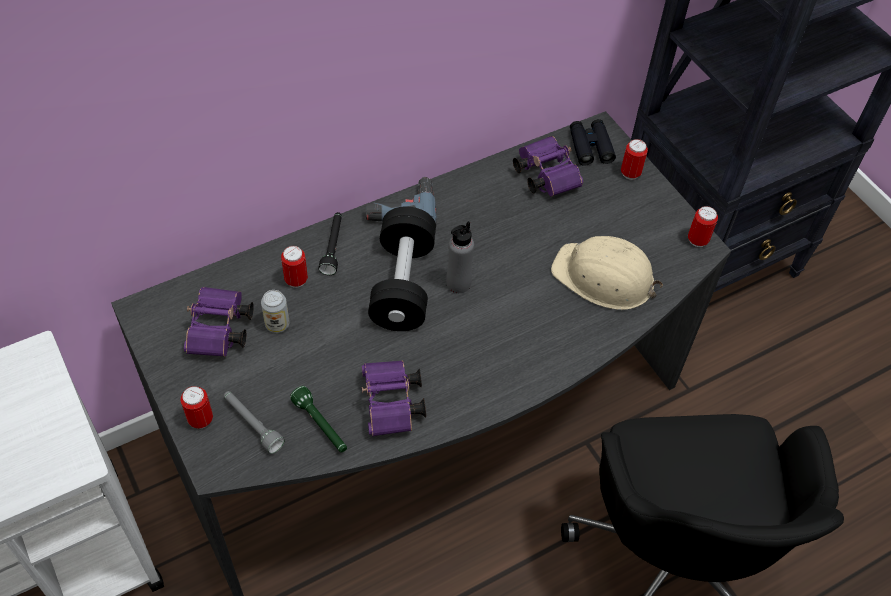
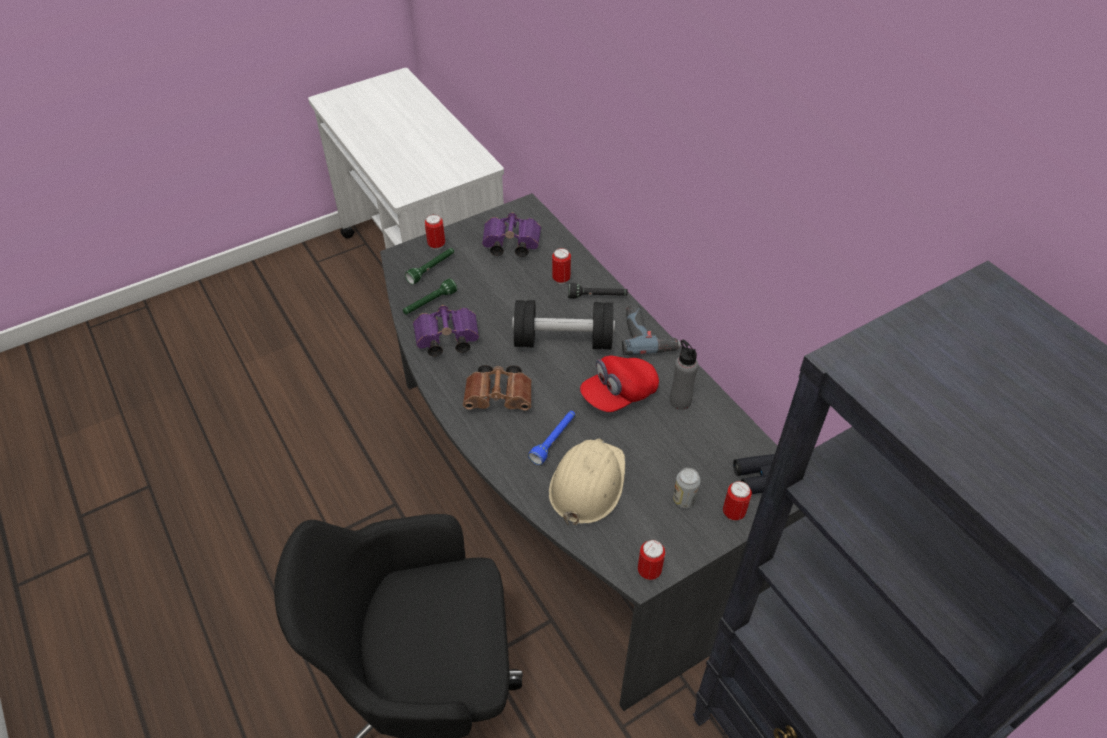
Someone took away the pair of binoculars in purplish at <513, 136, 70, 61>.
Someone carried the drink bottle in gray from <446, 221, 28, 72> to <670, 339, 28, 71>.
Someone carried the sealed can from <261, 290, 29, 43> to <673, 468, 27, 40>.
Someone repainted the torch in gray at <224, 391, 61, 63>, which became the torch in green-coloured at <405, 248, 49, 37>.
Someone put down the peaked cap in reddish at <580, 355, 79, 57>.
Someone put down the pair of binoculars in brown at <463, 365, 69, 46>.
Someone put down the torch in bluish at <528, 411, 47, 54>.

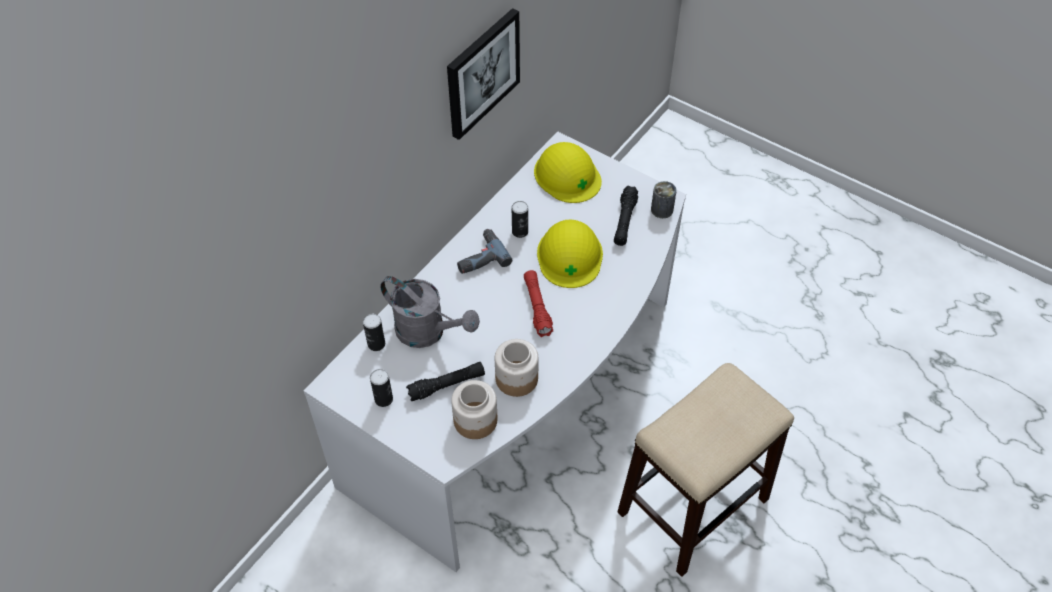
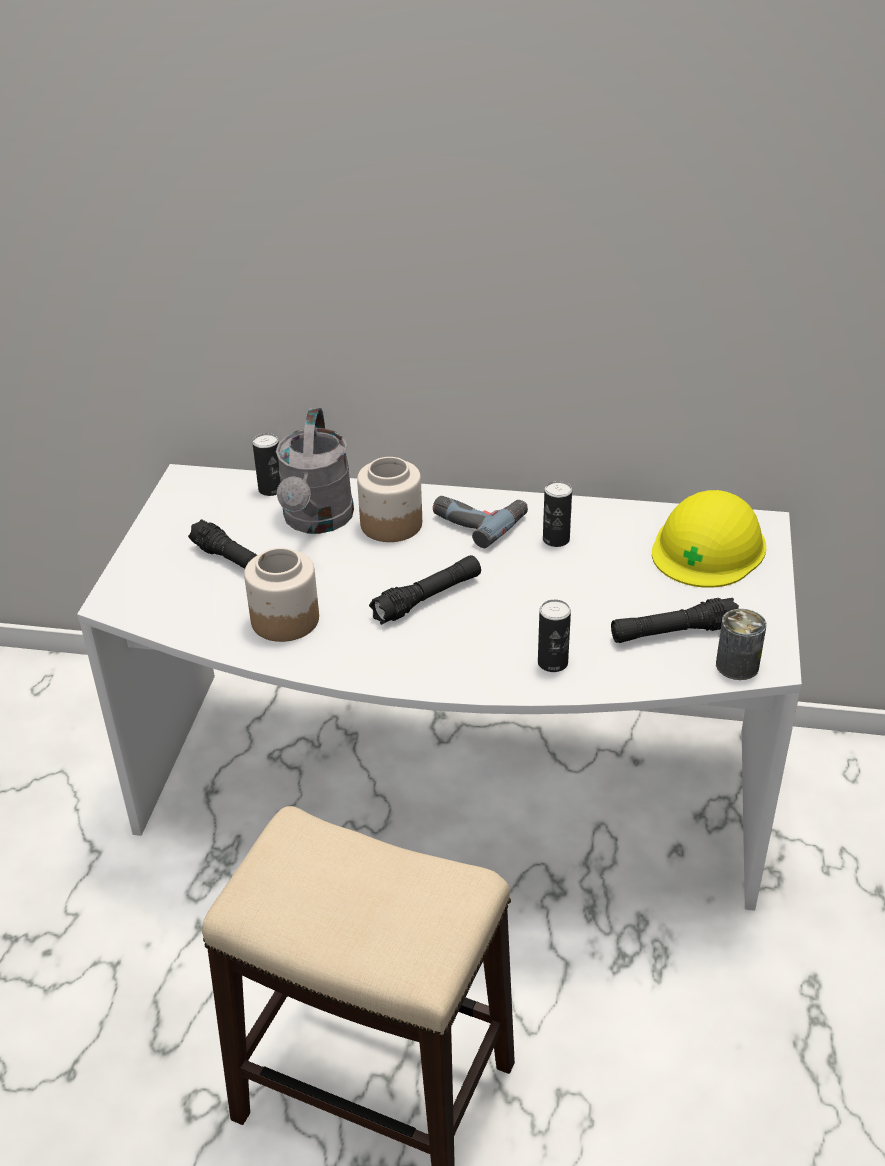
Someone took away the picture at <447, 8, 73, 132>.
Someone took away the hard hat in yellowish at <537, 219, 66, 69>.
Someone repainted the torch in reddish at <524, 270, 29, 67>, which became the torch in black at <369, 555, 112, 70>.
Someone carried the sealed can from <370, 369, 23, 38> to <538, 599, 33, 73>.
Someone carried the storage jar from <451, 380, 47, 59> to <357, 457, 65, 85>.

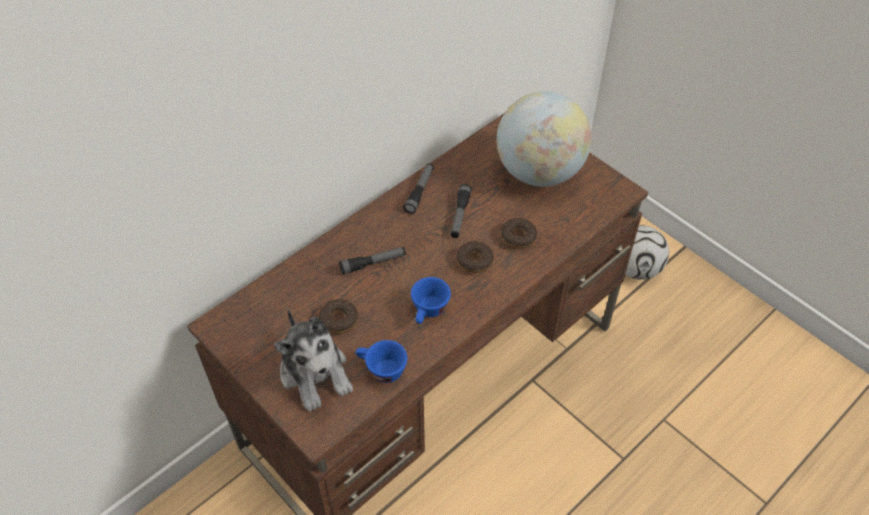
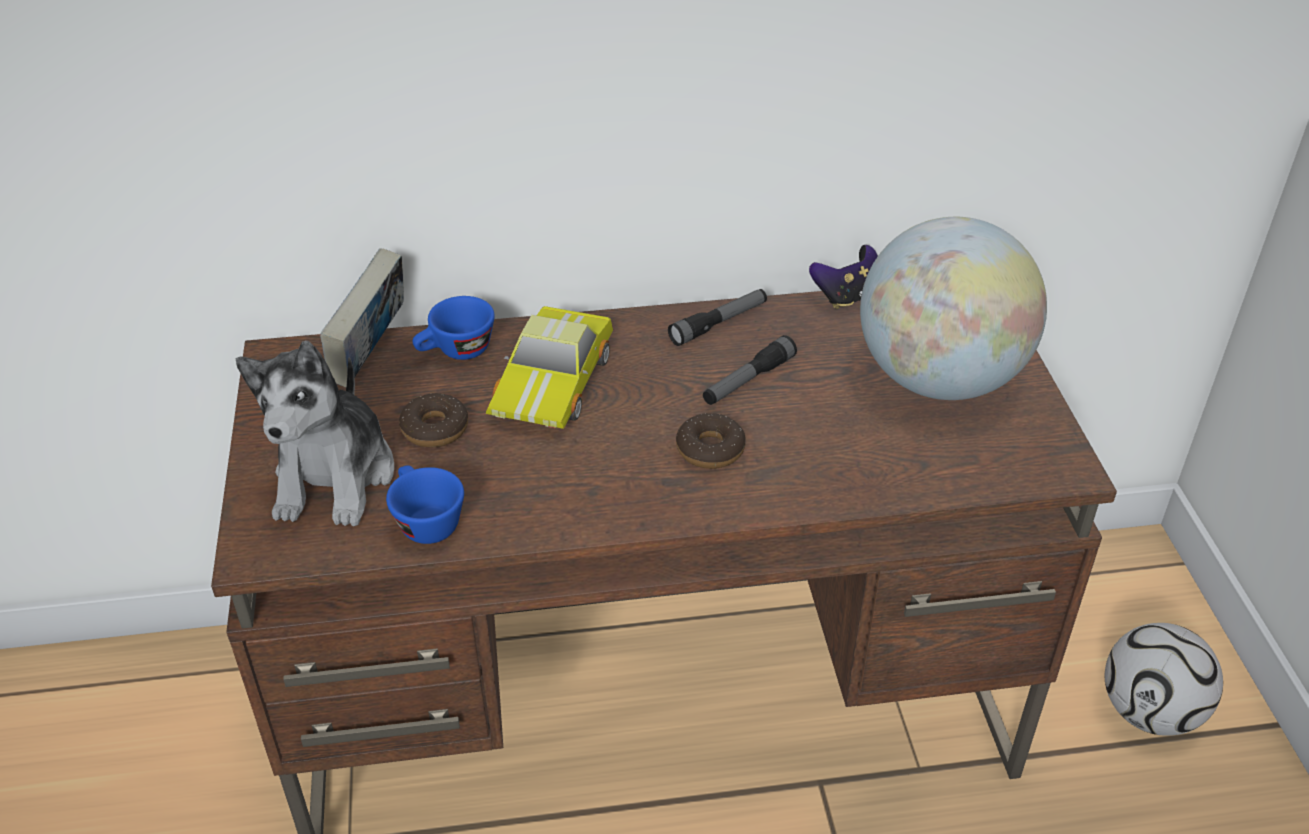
Someone took away the doughnut at <501, 218, 36, 31>.
Someone swapped the torch at <339, 247, 67, 27> for the toy car at <486, 306, 127, 123>.
Someone carried the small cup in bluish from <411, 277, 40, 47> to <413, 296, 82, 64>.
Someone put down the game controller at <809, 245, 69, 64>.
Someone put down the book at <320, 248, 84, 139>.

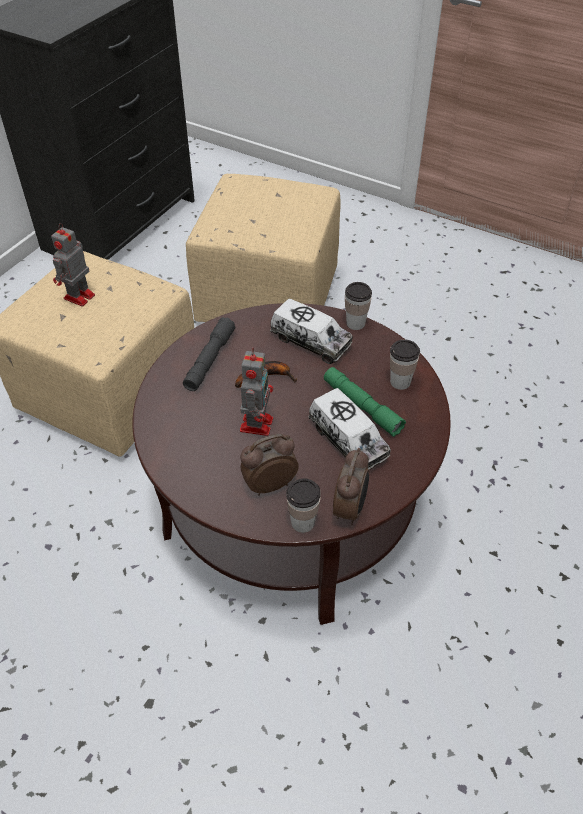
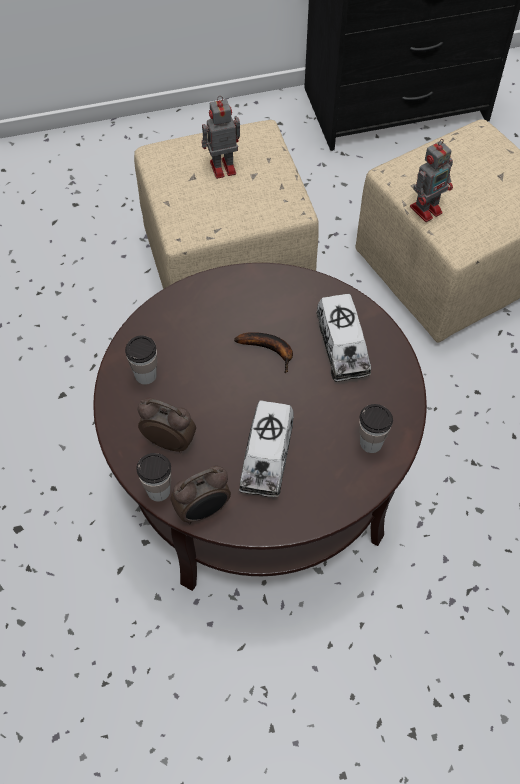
Someone carried the small cup from <345, 282, 27, 48> to <125, 335, 32, 50>.
Someone took away the torch in gray at <183, 317, 53, 74>.
Someone carried the model robot from <240, 348, 33, 88> to <410, 139, 43, 83>.
Someone took away the torch in green-coloured at <324, 367, 82, 70>.

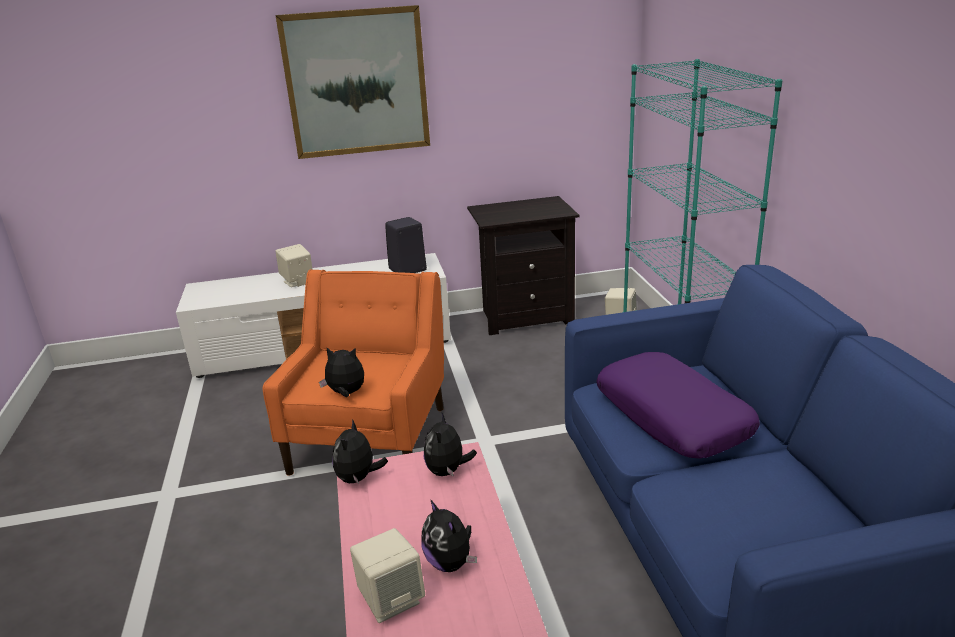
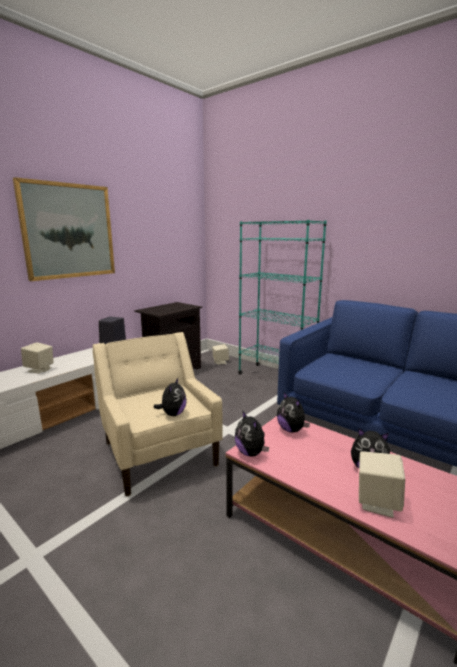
Someone repainted the armchair in orange-coloured at <263, 269, 181, 207>, which became the armchair in beige at <93, 332, 130, 164>.
Someone rotated the soft toy at <319, 347, 45, 50> by 135 degrees clockwise.
Someone took away the throw pillow in purplish at <597, 352, 163, 107>.

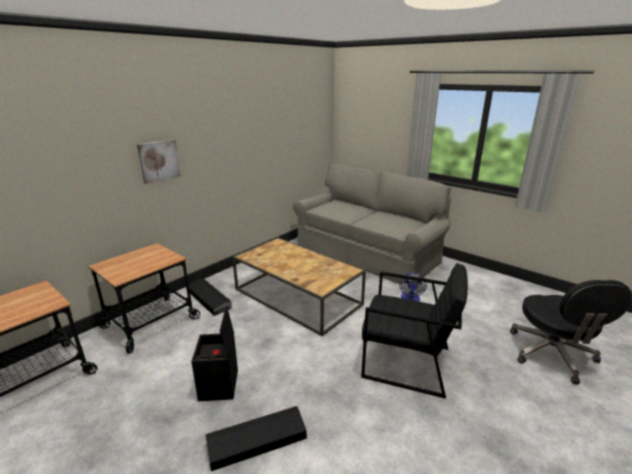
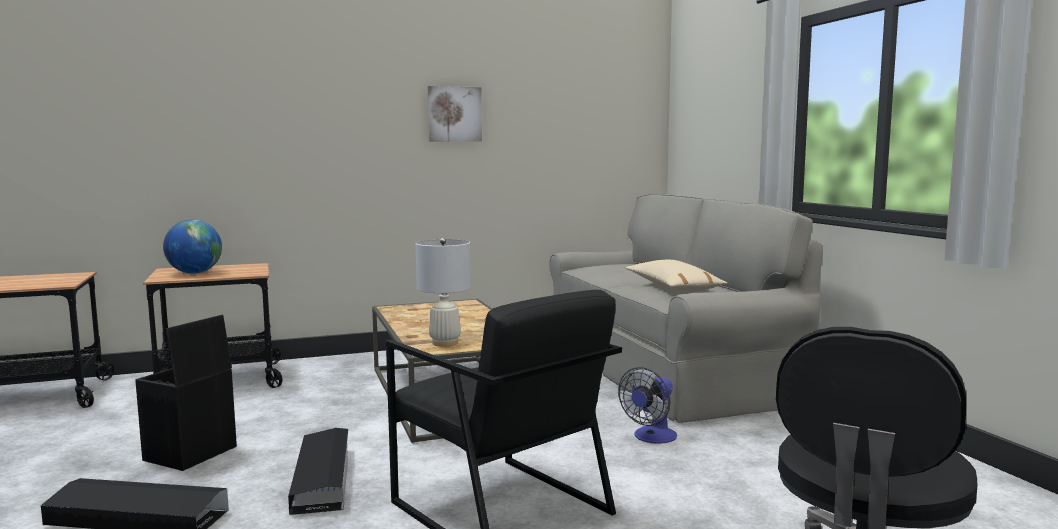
Someone carried the picture from <137, 139, 44, 45> to <428, 86, 54, 56>.
Someone carried the storage bin in black from <188, 278, 44, 38> to <288, 428, 60, 87>.
Someone put down the world globe at <163, 220, 59, 54>.
Someone put down the table lamp in white-coloured at <416, 238, 55, 109>.
Someone put down the throw pillow in beige at <625, 260, 102, 32>.

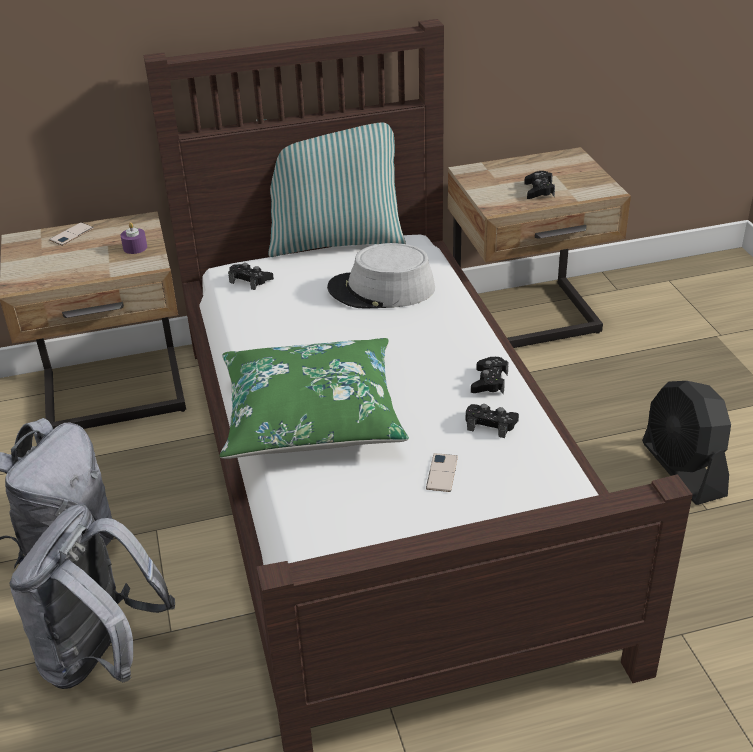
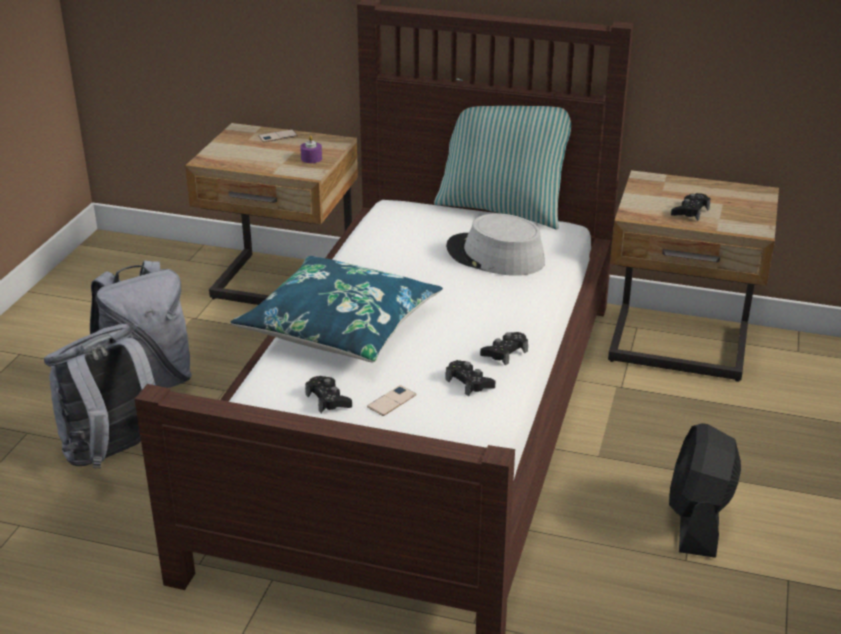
Someone carried the game controller in black from <228, 263, 46, 27> to <305, 376, 47, 37>.
Someone repainted the throw pillow in green-coloured at <220, 338, 189, 121>, which became the throw pillow in bluish at <230, 256, 213, 106>.

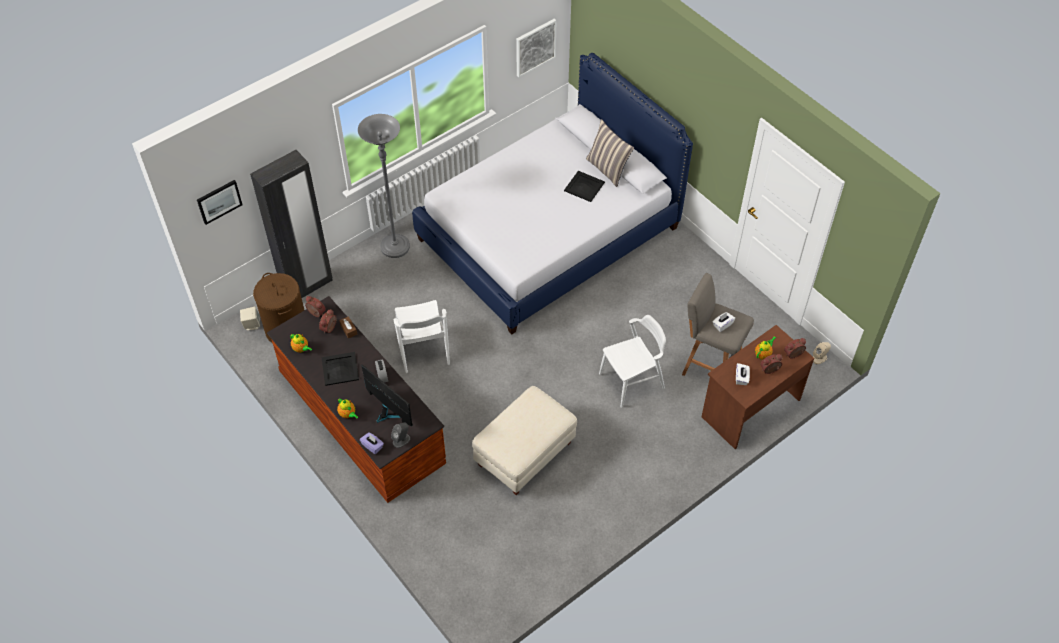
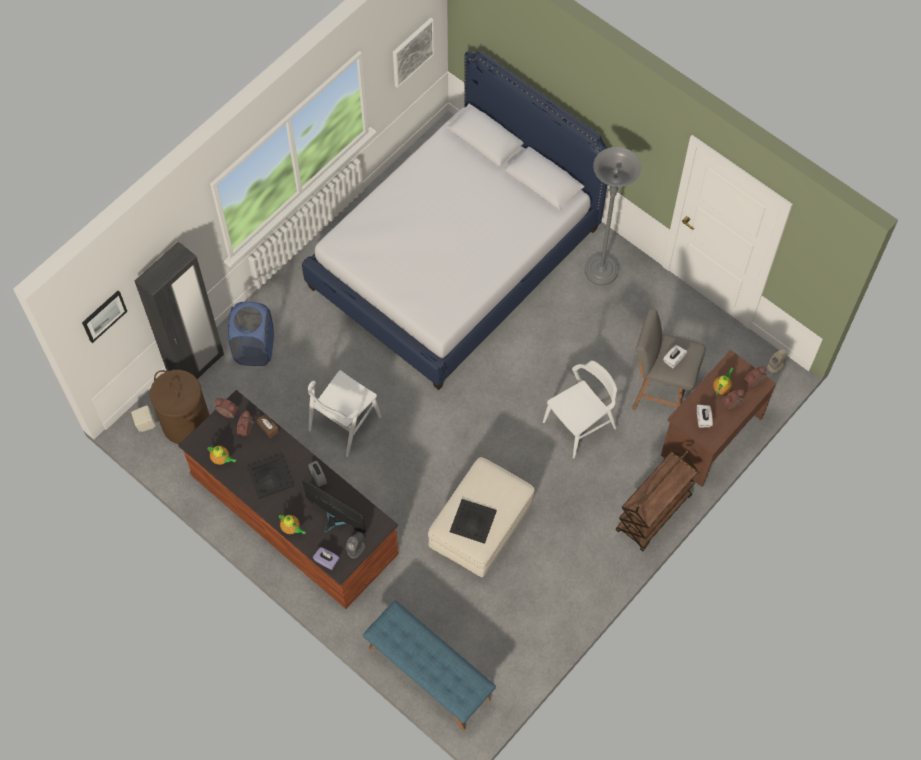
Someone carried the standing lamp in gray from <358, 114, 52, 144> to <585, 147, 56, 139>.
Someone took away the throw pillow at <586, 119, 48, 68>.
Someone carried the serving tray in black from <564, 171, 41, 31> to <450, 499, 47, 45>.
Someone rotated the upright chair in white-coloured at <394, 300, 56, 73> by 60 degrees clockwise.
Someone put down the hamper in bluish at <228, 302, 46, 64>.
Someone put down the trolley in brown at <616, 451, 83, 100>.
Someone put down the long seat in bluish at <363, 600, 133, 130>.

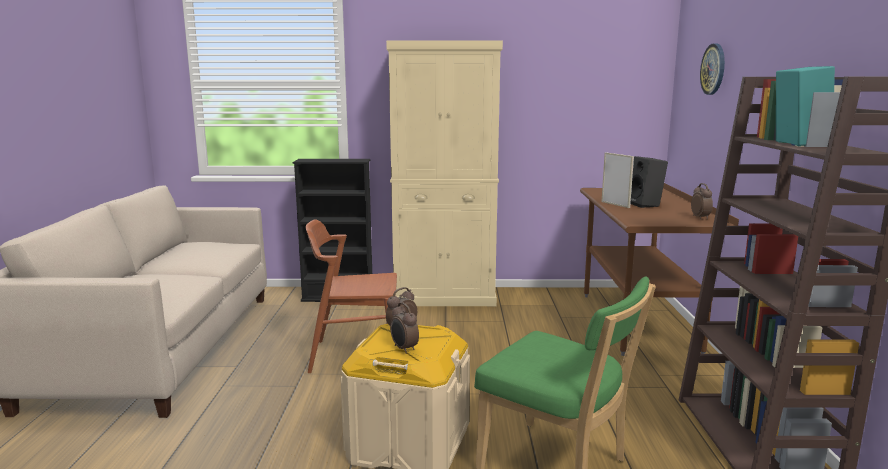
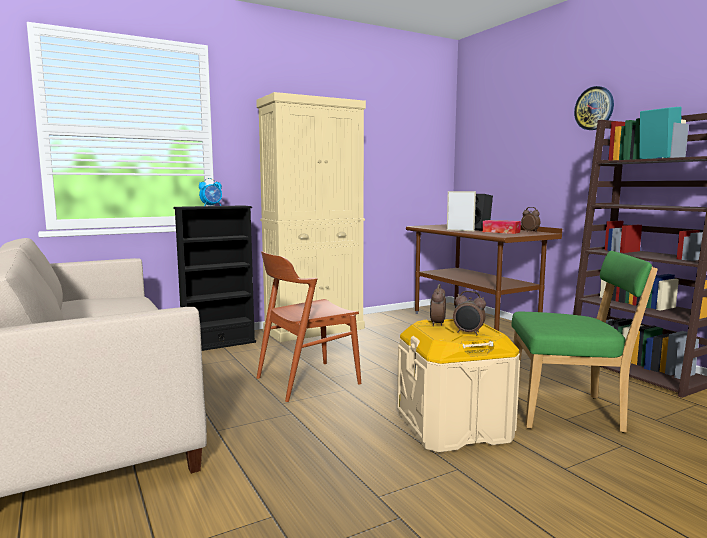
Someone carried the wall clock from <700, 44, 25, 51> to <574, 86, 40, 44>.
Someone put down the table clock at <199, 178, 23, 28>.
Someone put down the box of tissues at <482, 220, 39, 14>.

